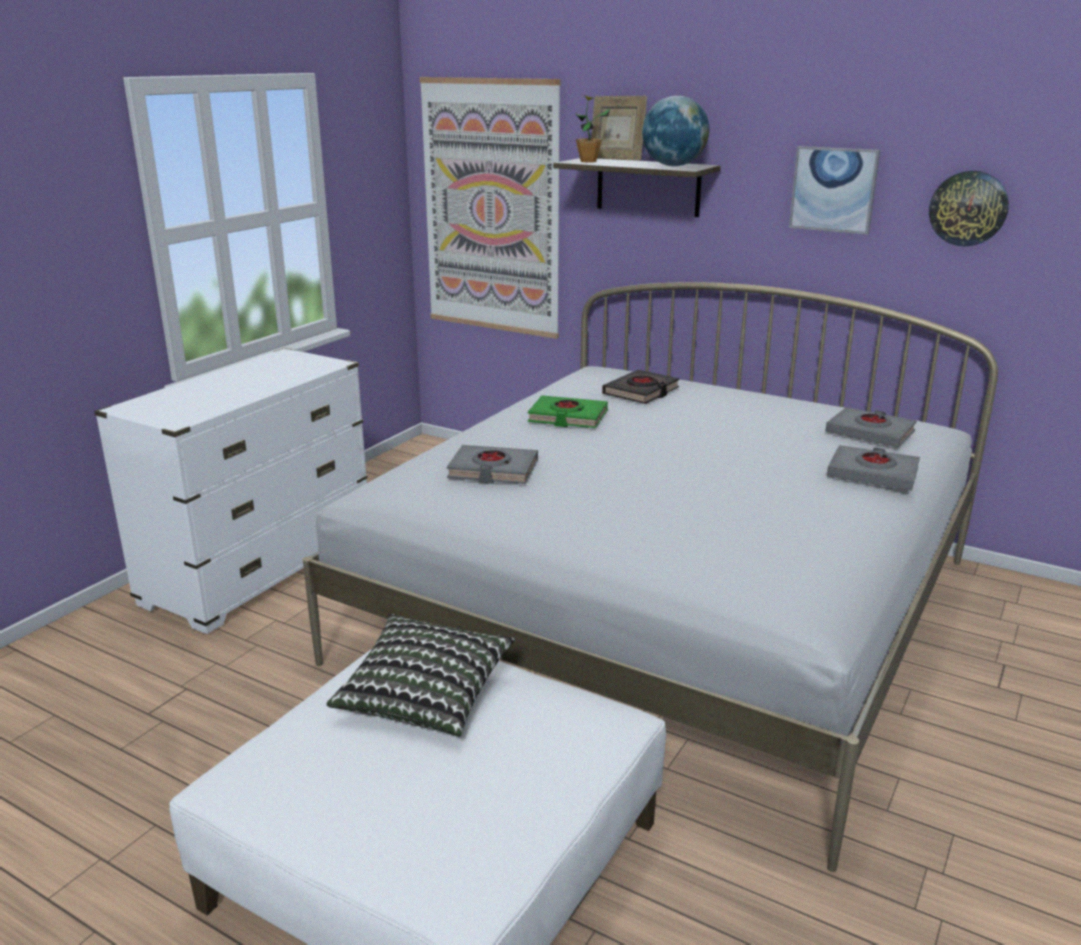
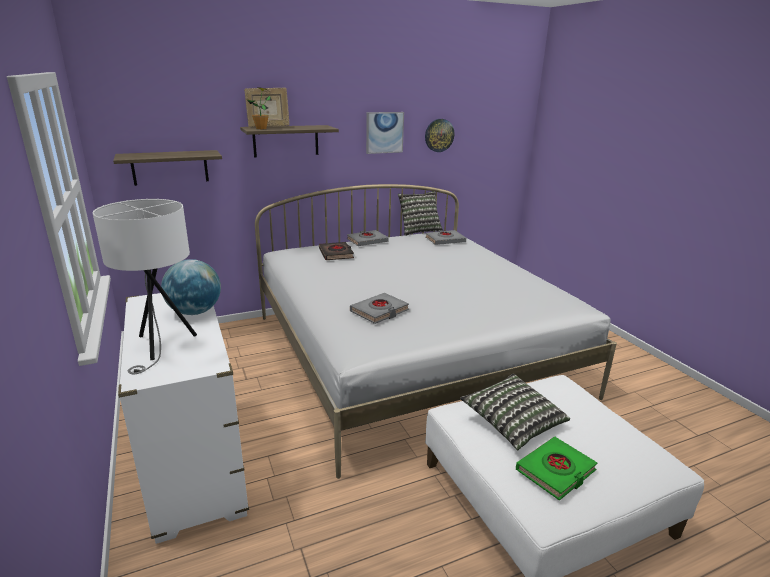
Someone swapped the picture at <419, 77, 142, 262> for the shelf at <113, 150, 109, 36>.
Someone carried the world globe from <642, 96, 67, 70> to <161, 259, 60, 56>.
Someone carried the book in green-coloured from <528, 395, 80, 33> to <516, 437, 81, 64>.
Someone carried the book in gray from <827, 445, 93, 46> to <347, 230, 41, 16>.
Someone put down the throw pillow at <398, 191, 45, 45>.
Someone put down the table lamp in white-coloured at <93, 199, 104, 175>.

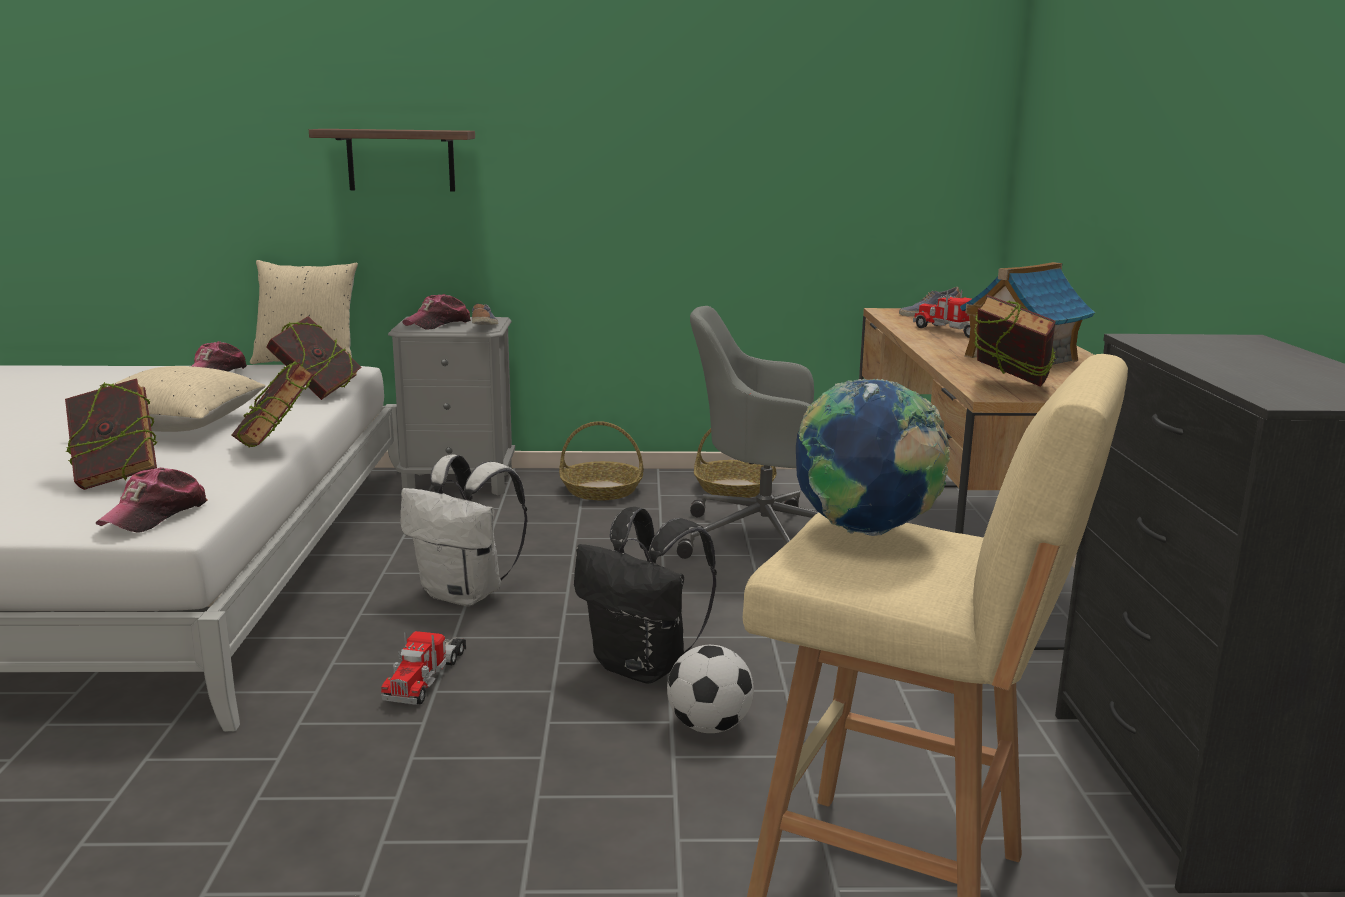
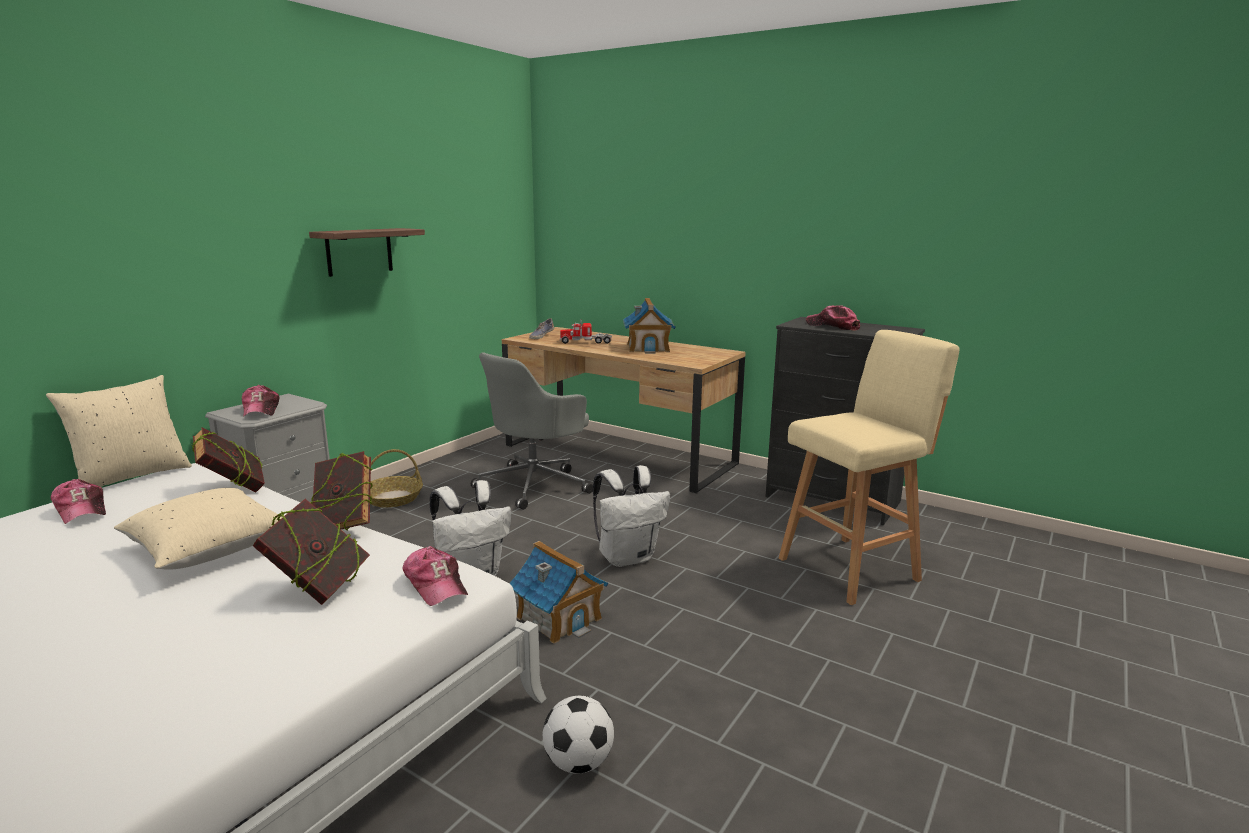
Someone carried the shelf from <309, 129, 166, 63> to <309, 228, 116, 49>.
Someone took away the book at <974, 295, 82, 92>.
Someone took away the shoe at <472, 303, 26, 22>.
Someone took away the world globe at <796, 379, 154, 157>.
Someone took away the storage basket at <694, 428, 83, 70>.
Someone repainted the rucksack in black at <574, 507, 143, 177>, which became the rucksack in white-coloured at <593, 465, 77, 102>.
Someone swapped the toy truck at <381, 631, 85, 74> for the model house at <509, 541, 99, 103>.
Someone carried the ball for football from <667, 645, 87, 88> to <543, 696, 71, 78>.
Someone put down the peaked cap at <806, 305, 54, 25>.

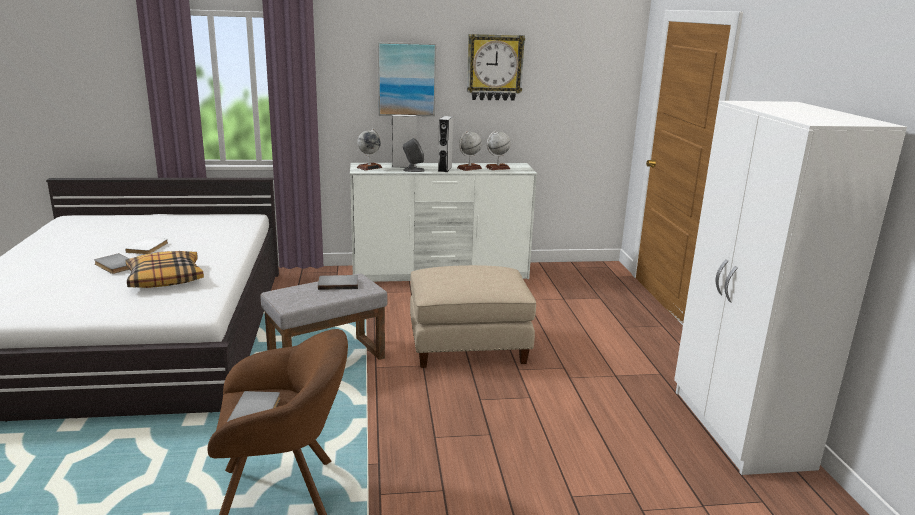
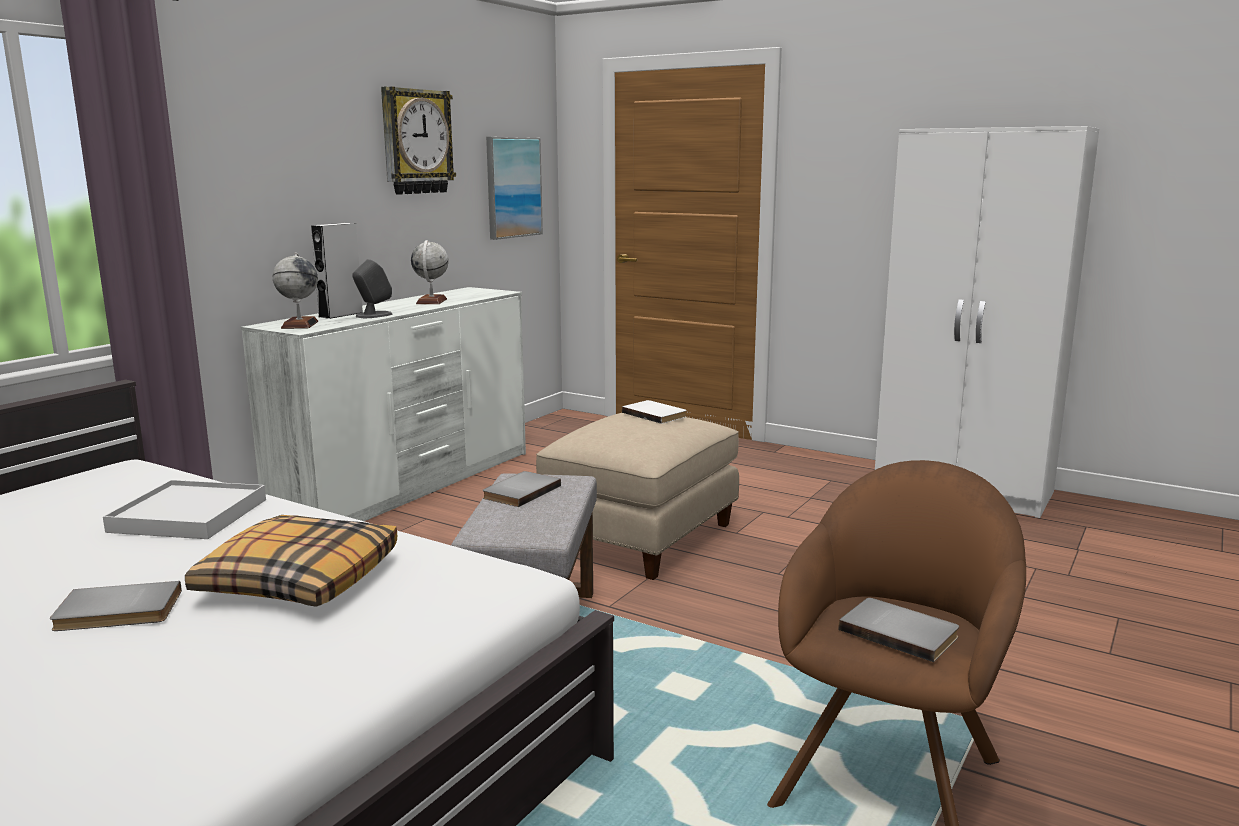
Someone carried the picture from <378, 42, 58, 74> to <486, 137, 57, 103>.
Someone took away the speaker in gray at <438, 116, 15, 56>.
Someone took away the world globe at <486, 131, 25, 39>.
Someone carried the book in white-coloured from <125, 237, 43, 17> to <622, 400, 65, 24>.
Someone put down the serving tray in white-coloured at <103, 480, 163, 59>.

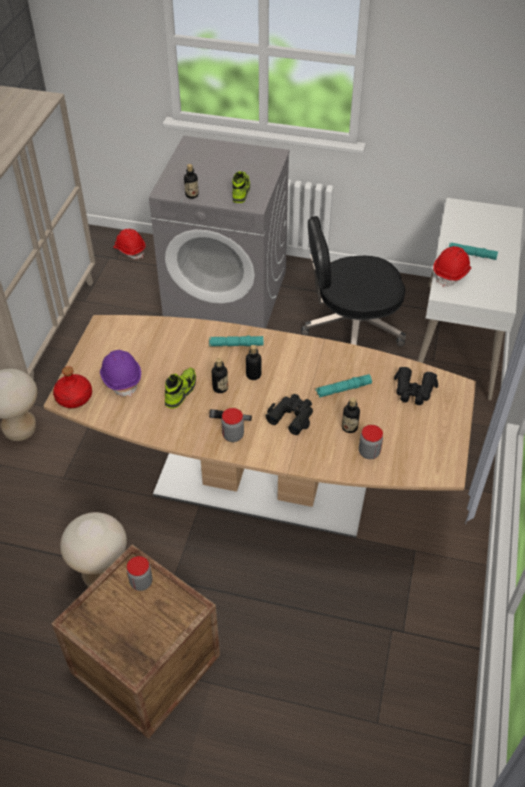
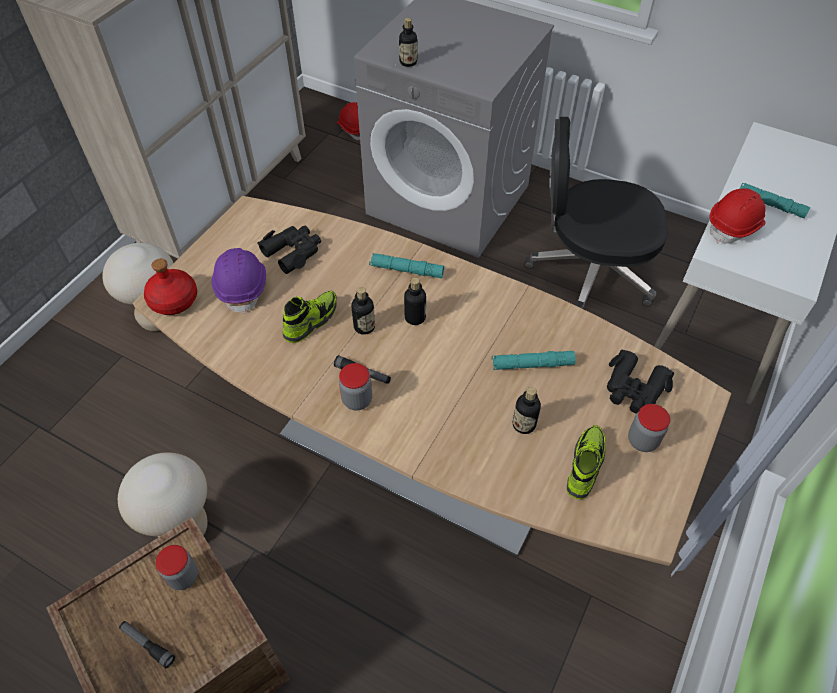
Someone carried the shoe from <232, 171, 18, 32> to <566, 425, 39, 75>.
Someone carried the pair of binoculars in black from <265, 394, 48, 41> to <258, 226, 63, 48>.
Someone carried the storage jar from <359, 425, 24, 34> to <628, 404, 42, 48>.
Someone put down the torch at <119, 621, 56, 47>.

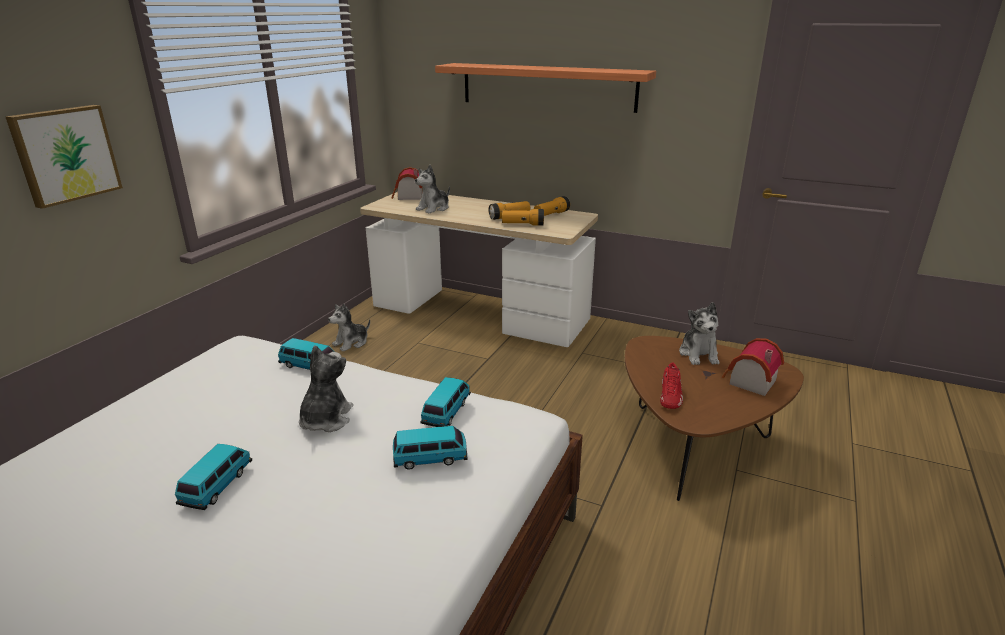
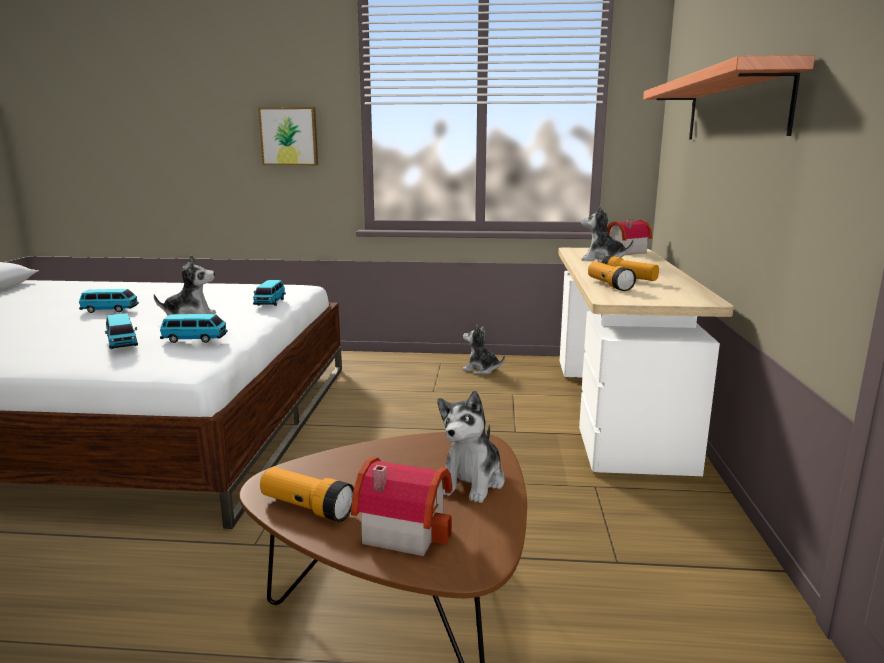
Someone carried the torch from <534, 196, 36, 20> to <260, 467, 94, 55>.
Someone rotated the soft toy at <679, 302, 41, 63> by 45 degrees counterclockwise.
Someone took away the shoe in reddish at <660, 363, 23, 46>.

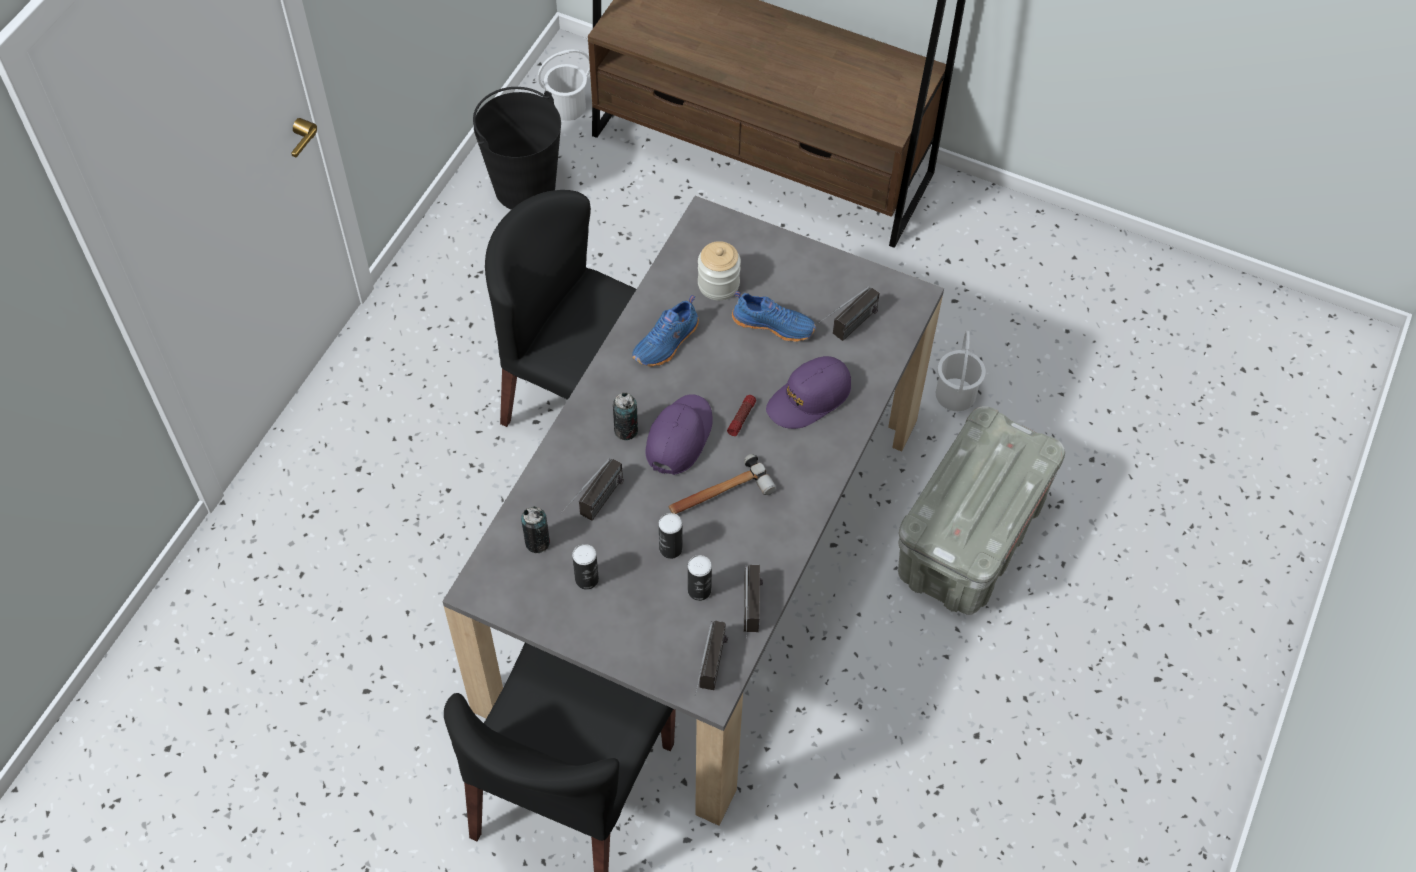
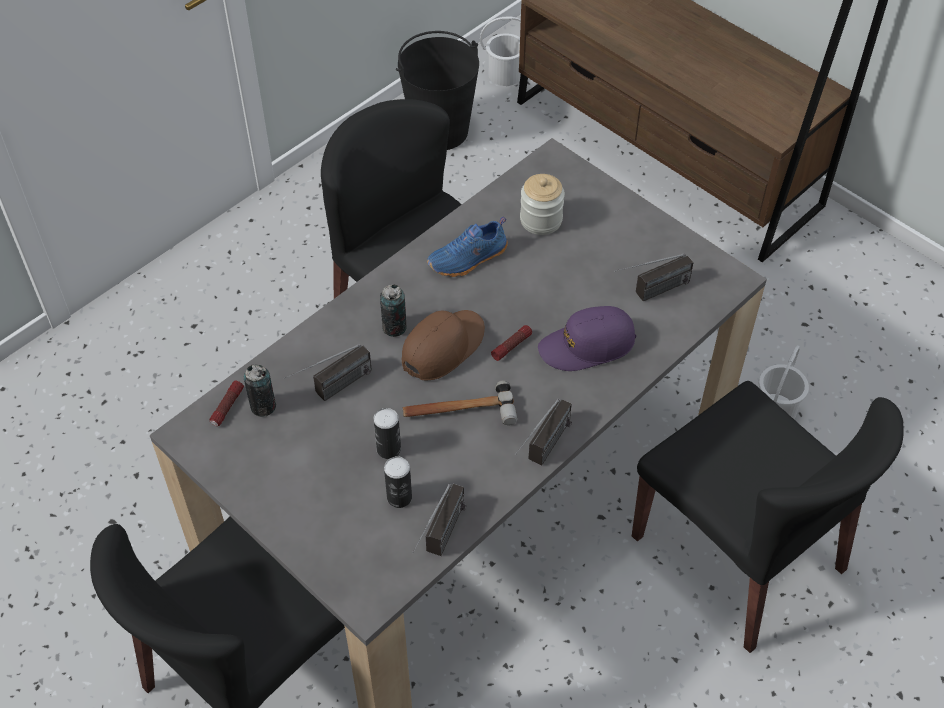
Someone took away the shoe in bluish at <732, 291, 84, 51>.
Someone repainted the peaked cap in purplish at <645, 394, 68, 81>, which became the peaked cap in brown at <402, 310, 83, 70>.
Someone swapped the storage bin in gray at <898, 406, 167, 209> for the upright chair in black at <632, 381, 272, 272>.
Someone took away the sealed can at <572, 544, 27, 46>.
Someone carried the radio receiver from <695, 621, 33, 75> to <515, 399, 57, 66>.
Someone put down the torch at <210, 380, 34, 46>.

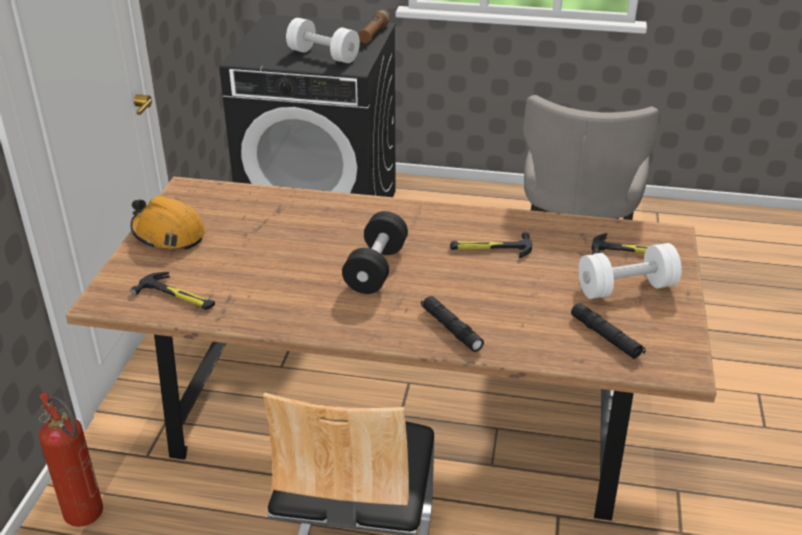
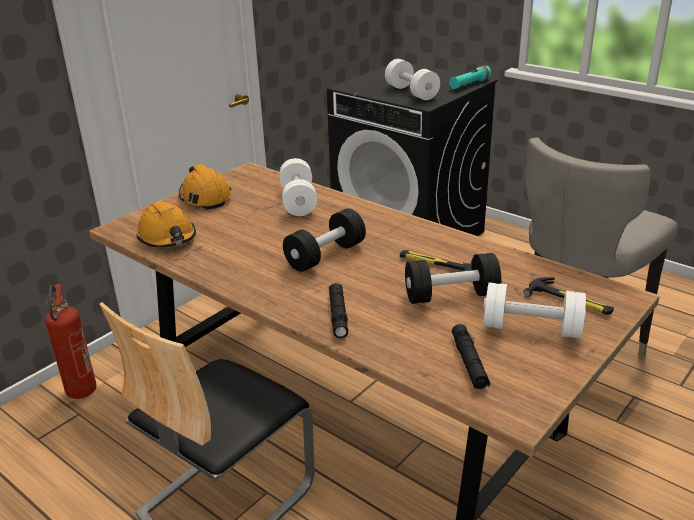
Someone repainted the torch in brown at <358, 10, 32, 33>, which became the torch in turquoise at <449, 66, 42, 23>.
Someone swapped the hammer at <131, 272, 84, 38> for the hard hat in orange-coloured at <136, 202, 60, 46>.
Someone put down the dumbbell in white-coloured at <279, 158, 38, 58>.
Someone put down the dumbbell in black at <405, 253, 96, 51>.

